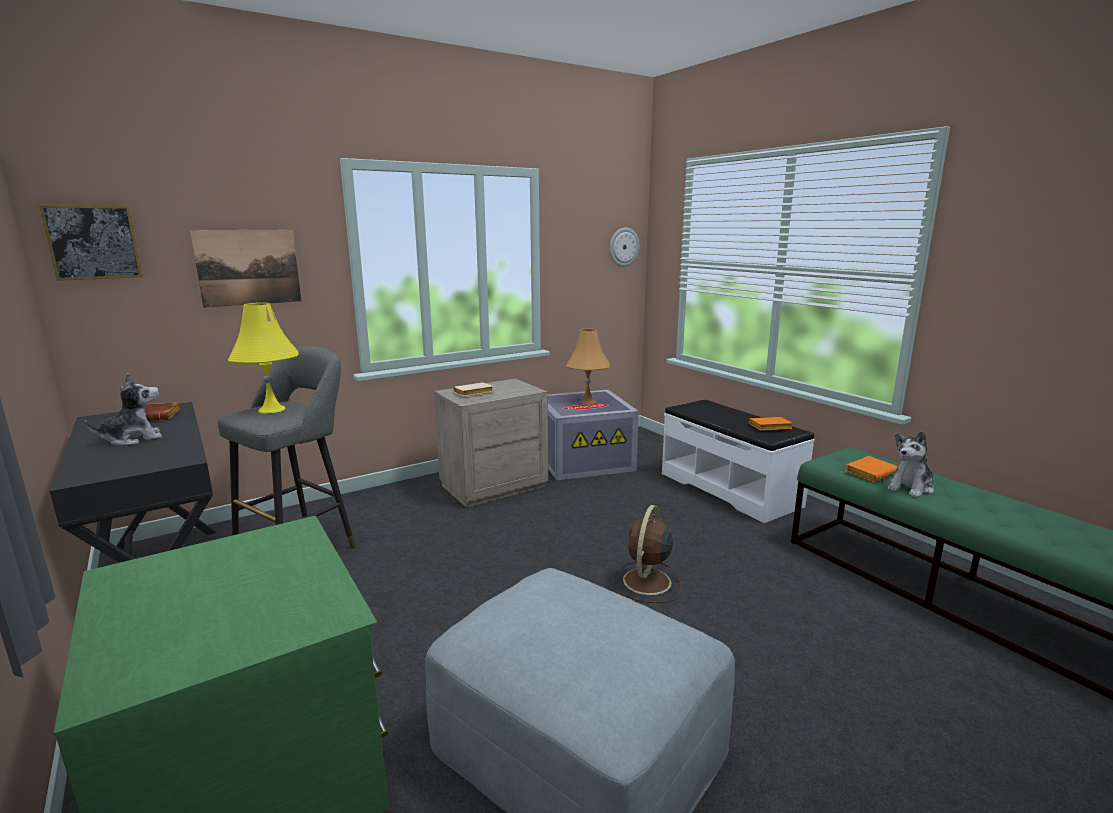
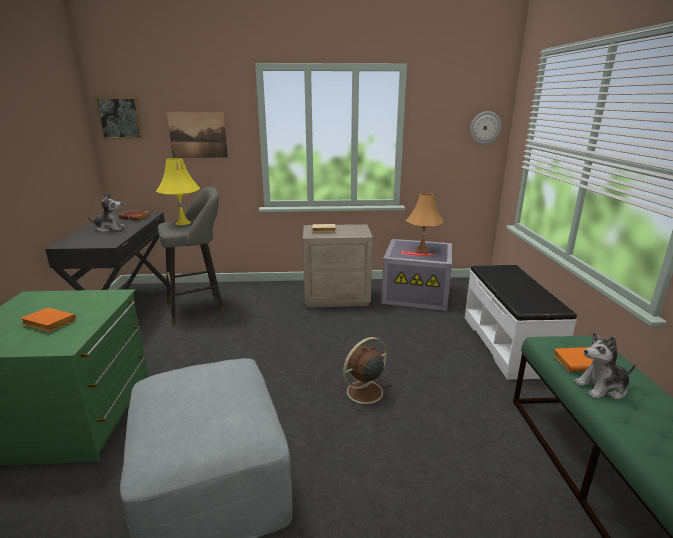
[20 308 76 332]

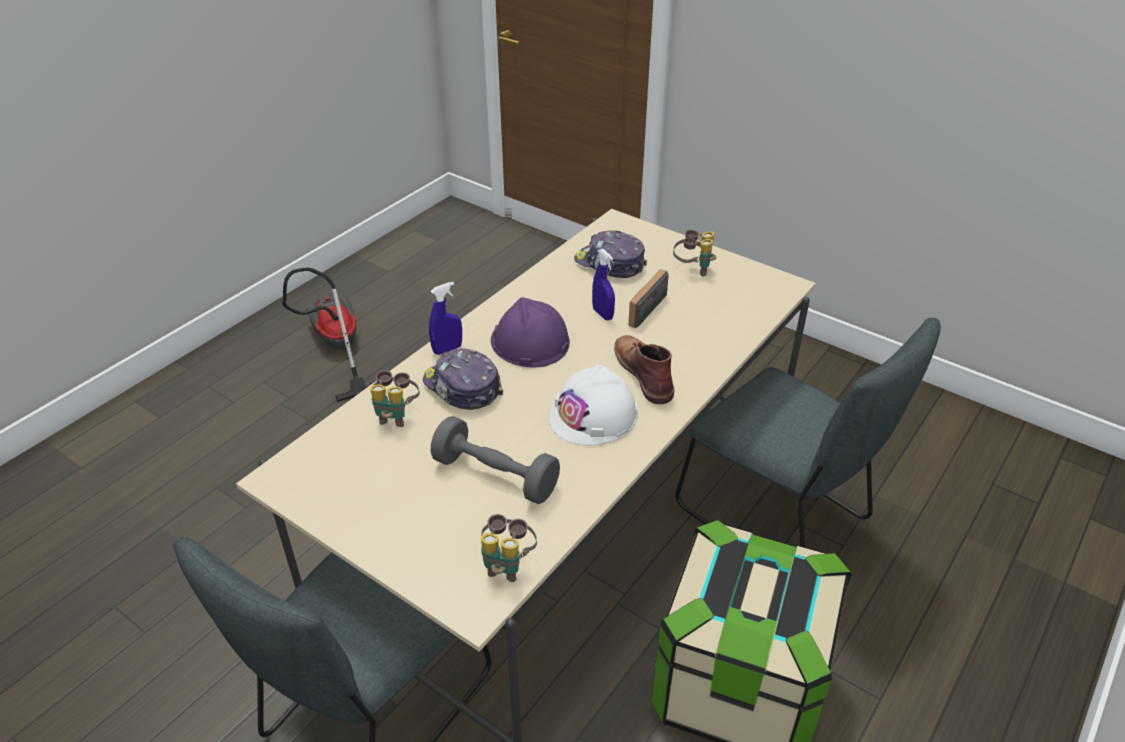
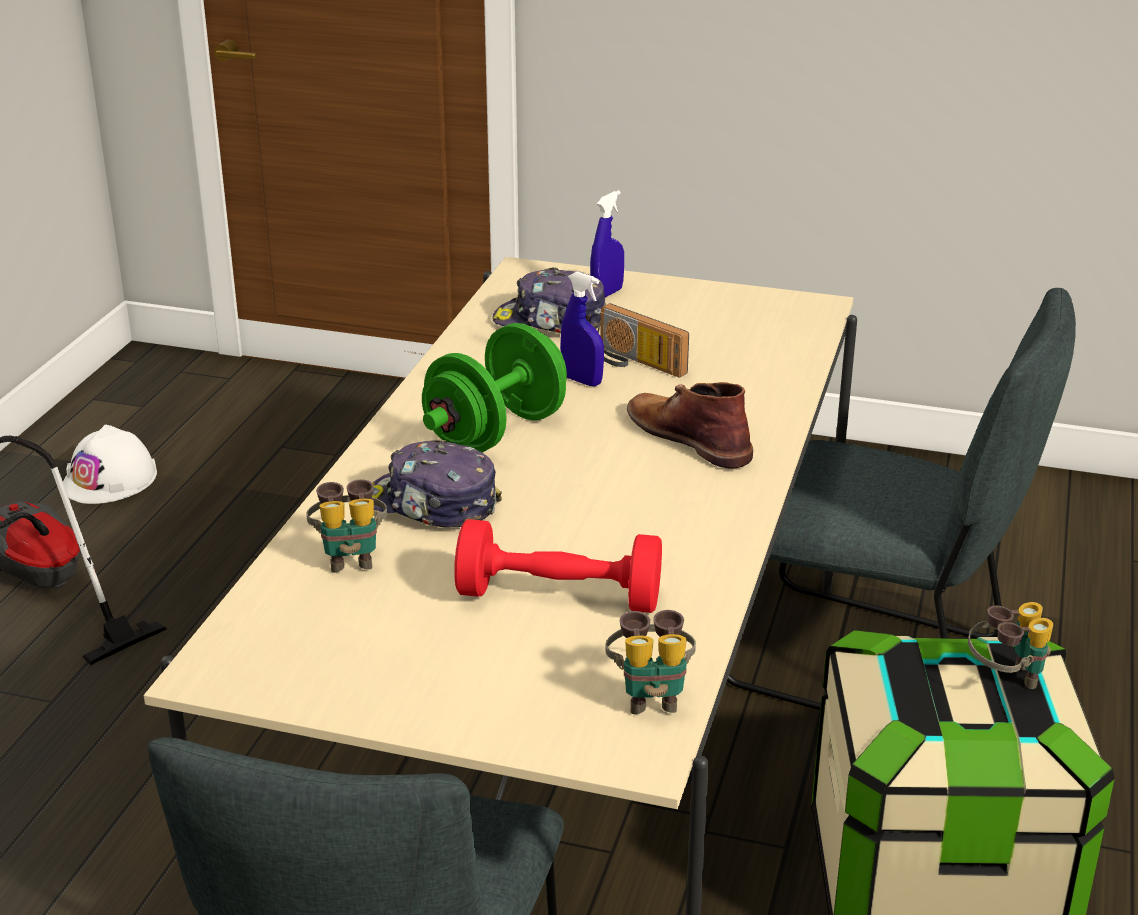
[63 425 157 504]
[422 323 567 452]
[454 519 662 613]
[590 190 624 297]
[593 303 689 378]
[968 602 1053 689]

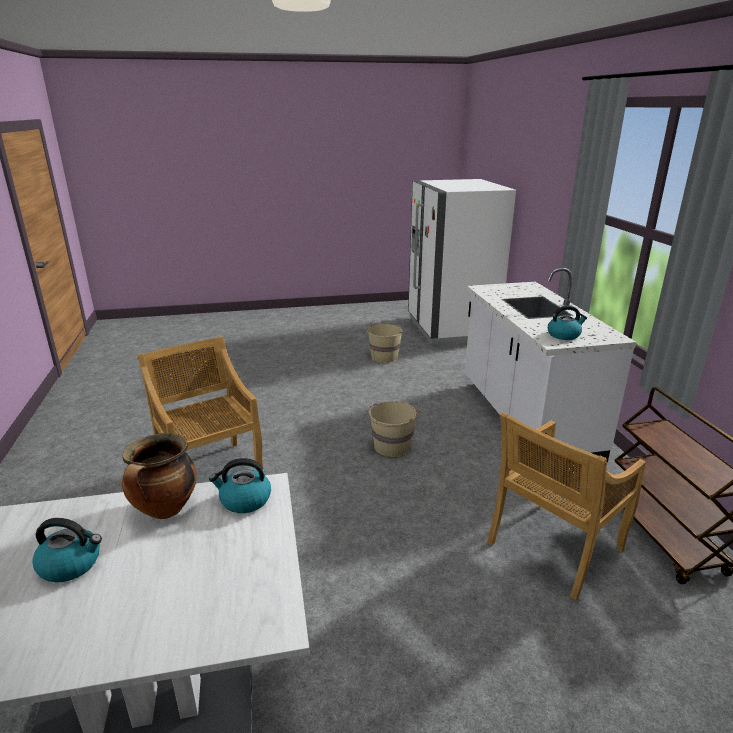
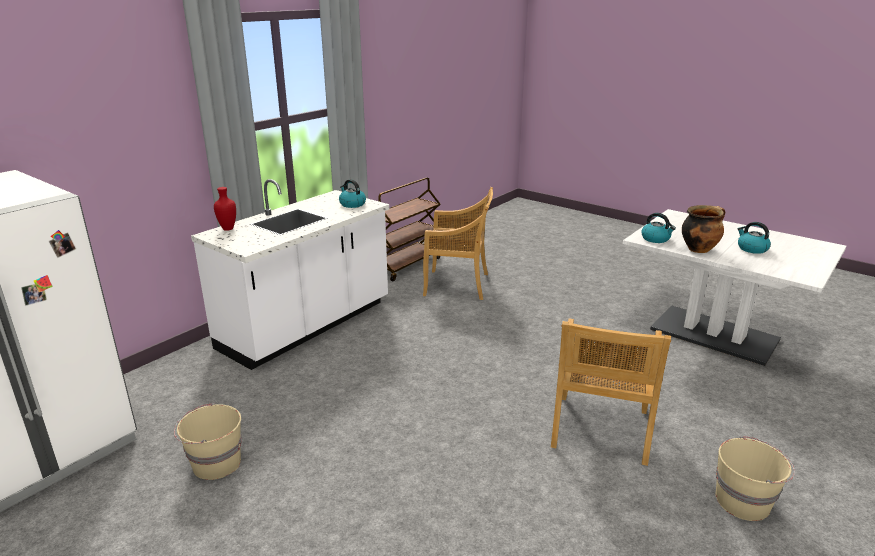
[214 187 236 231]
[715 436 795 521]

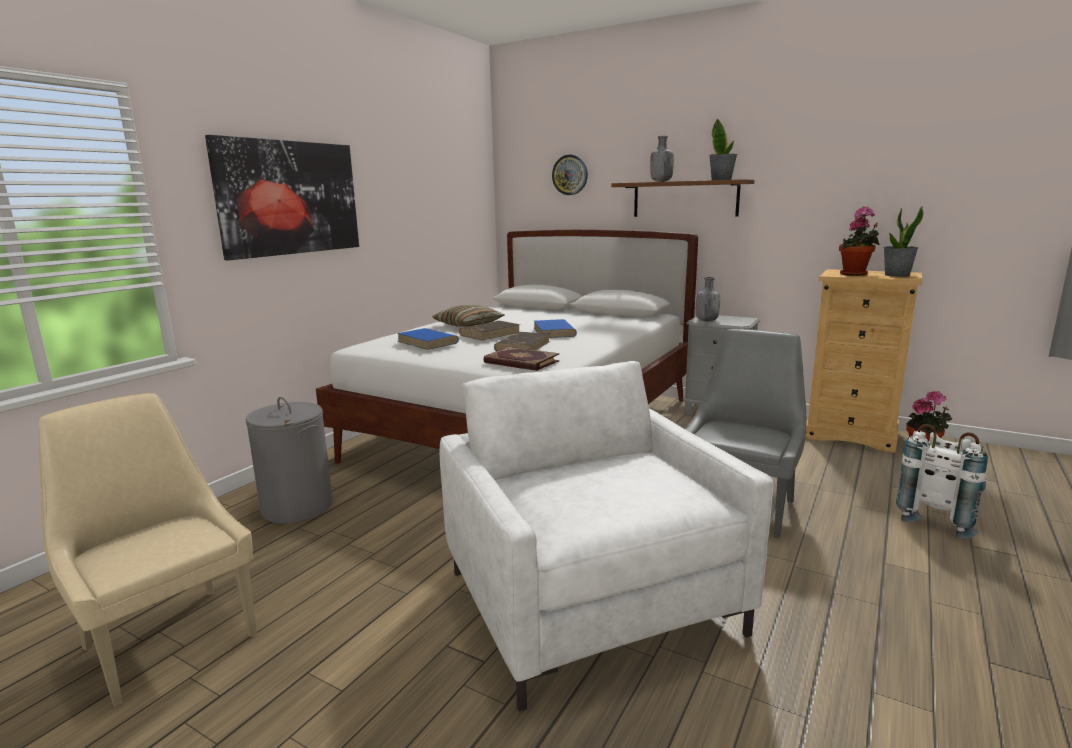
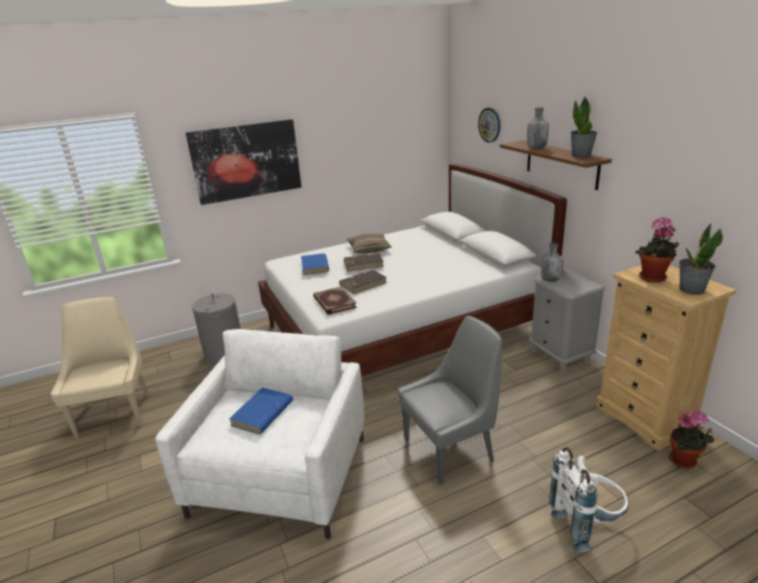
[229 388 293 435]

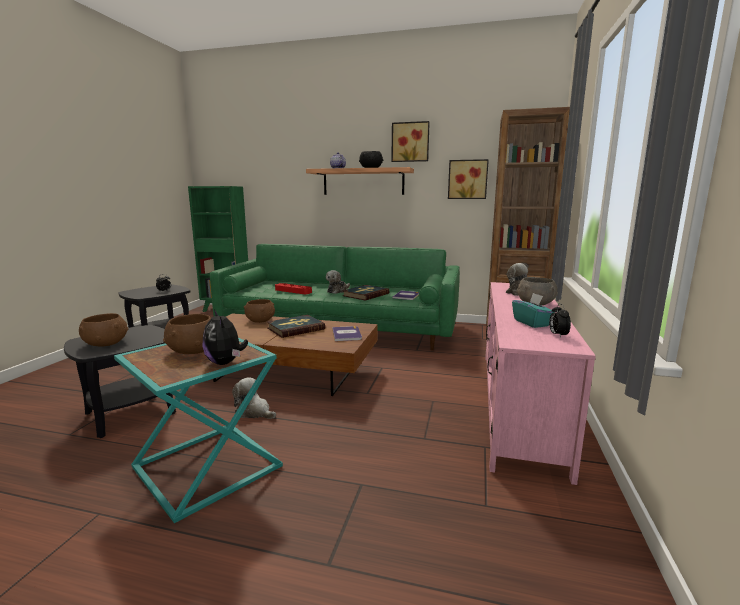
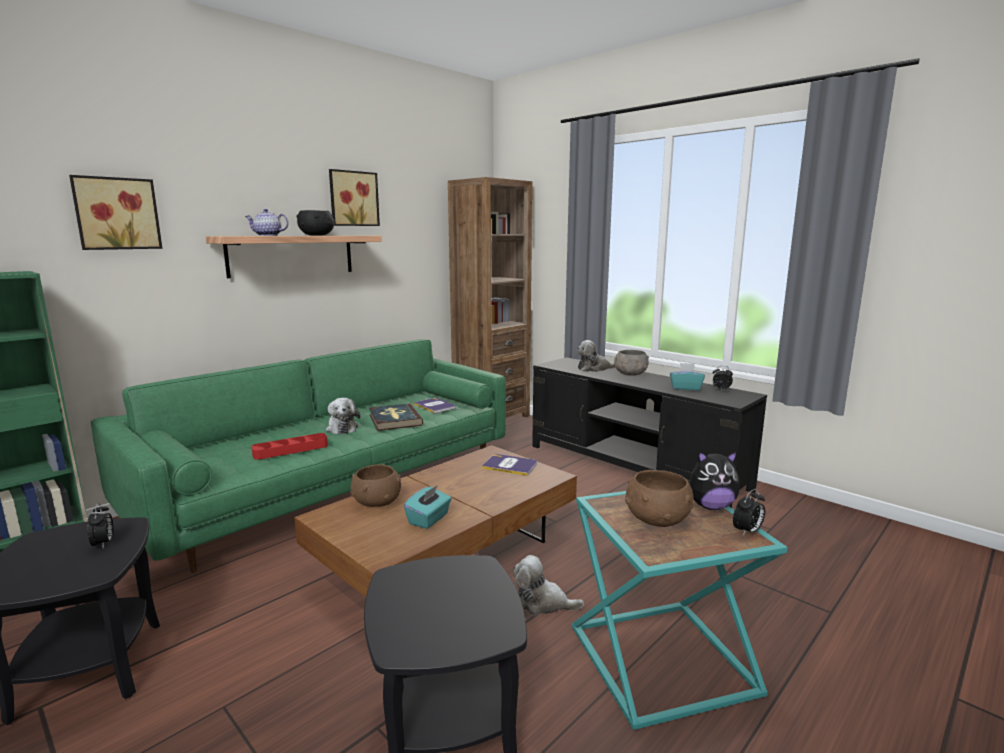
[69 175 162 250]
[404 485 452 529]
[513 555 584 615]
[532 357 767 508]
[733 489 765 536]
[79 313 128 347] (first image)
[267 315 325 338] (first image)

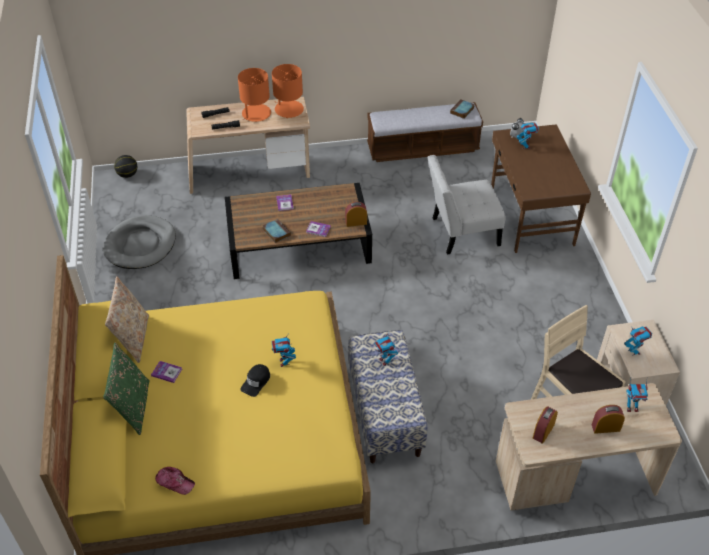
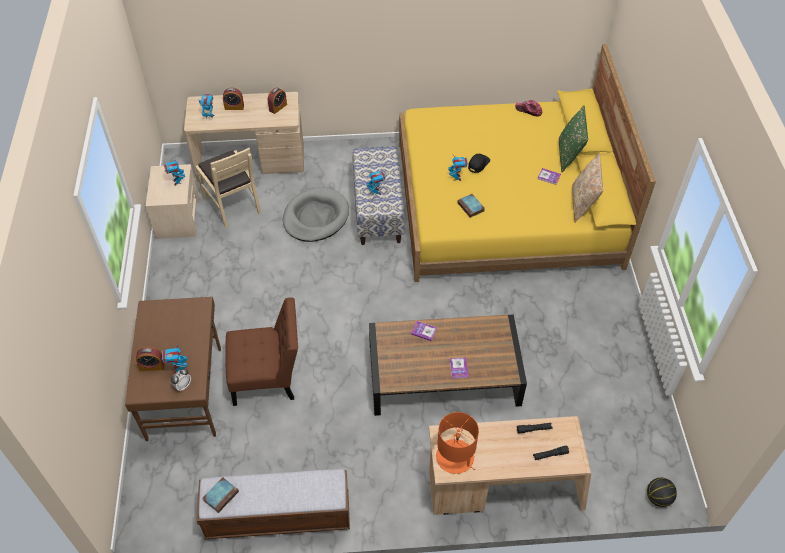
[136 347 165 371]
[225 297 298 406]
[283 187 349 242]
[457 194 485 218]
[238 68 271 122] (first image)

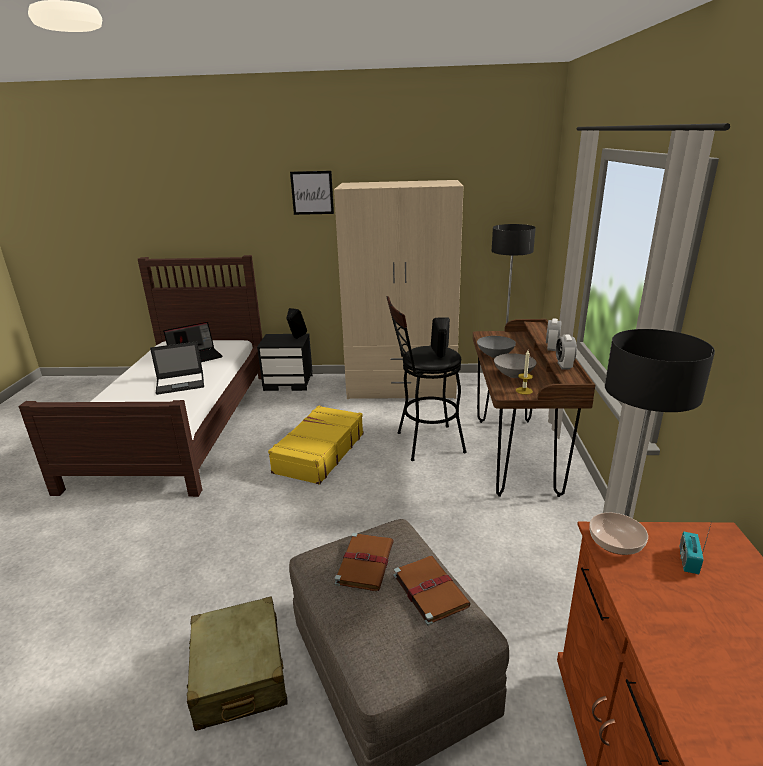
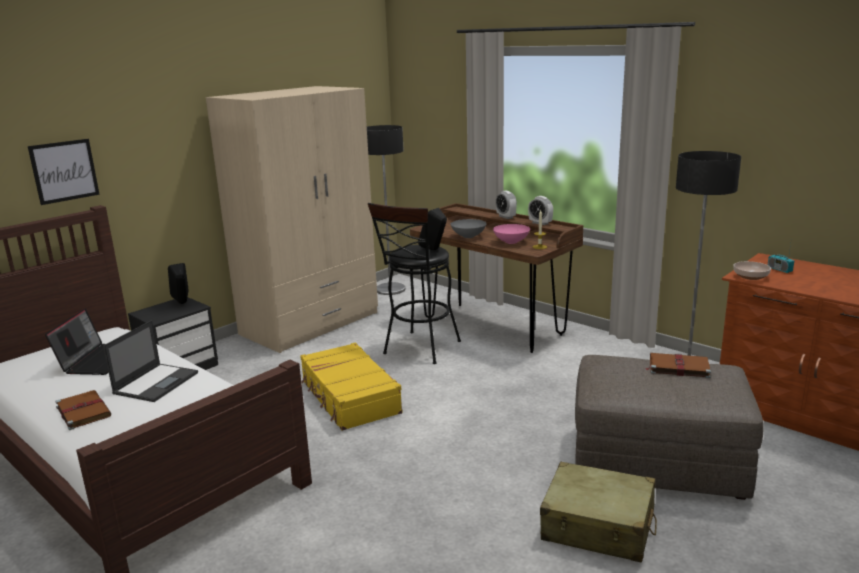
[28 139 100 205]
[55 390 111 430]
[493 224 530 244]

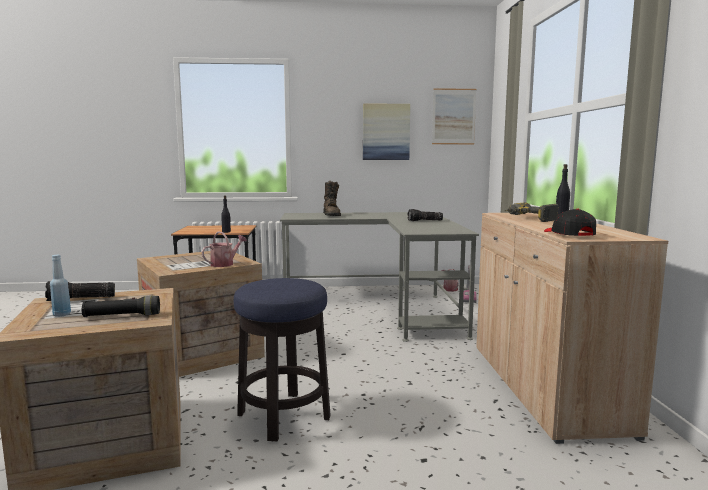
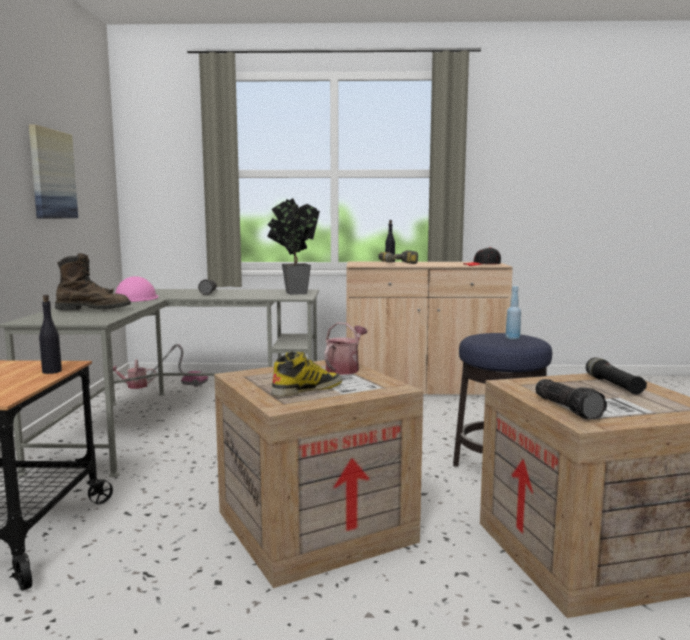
[115 276 158 302]
[267 198 320 295]
[271 351 342 396]
[324 322 367 375]
[506 286 521 340]
[432 88 476 144] (first image)

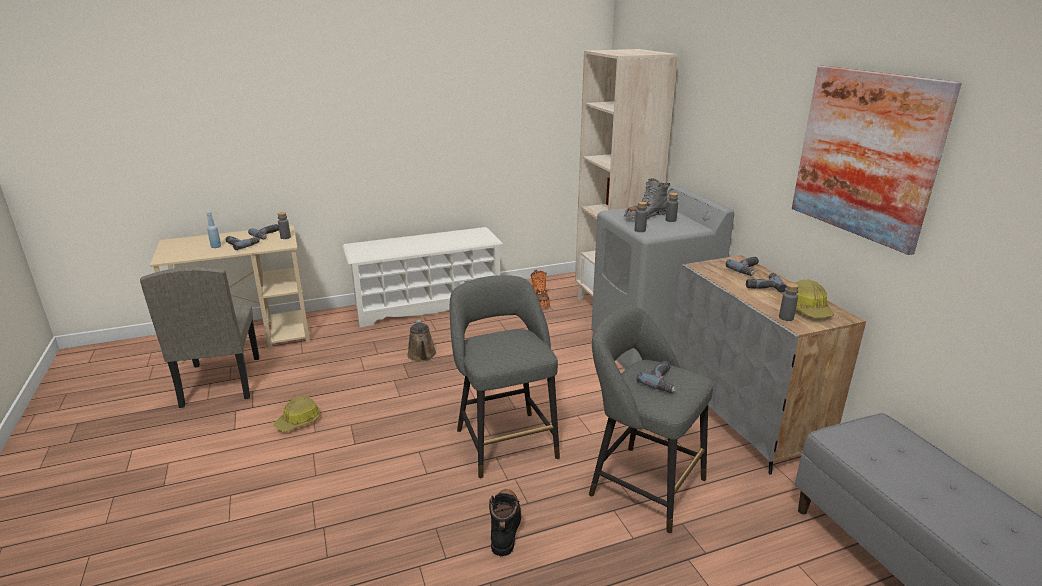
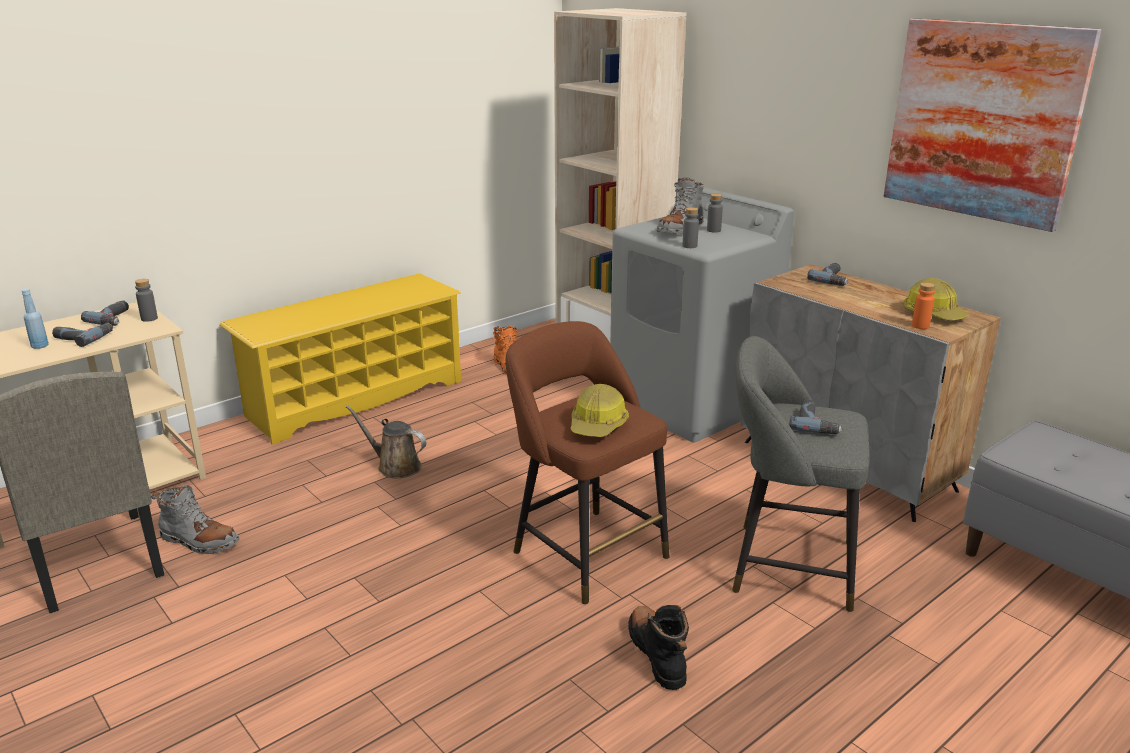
[151 485 239 554]
[219 273 461 445]
[346 405 426 478]
[506 321 669 605]
[571 384 629 437]
[912 282 935 329]
[746 273 786 292] (first image)

